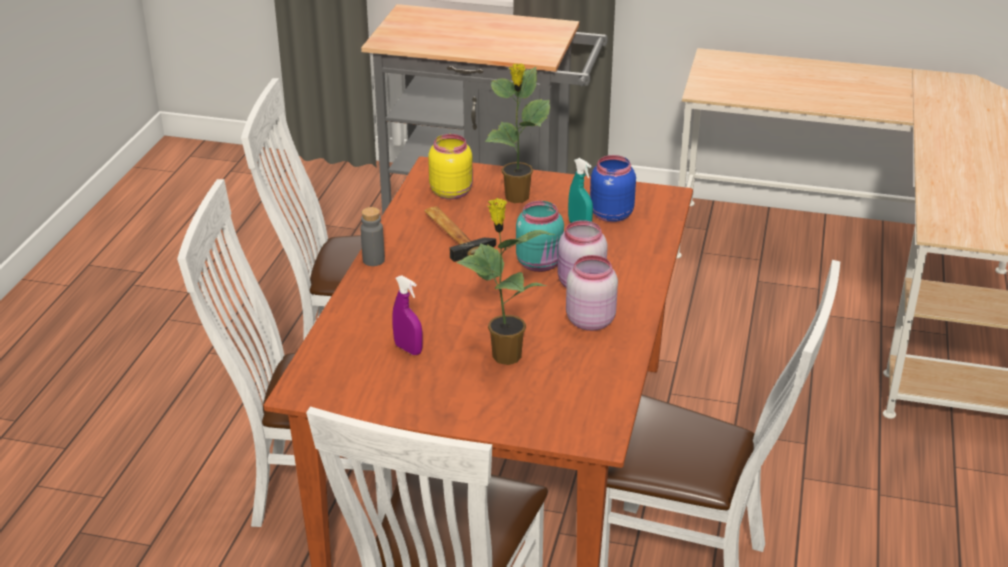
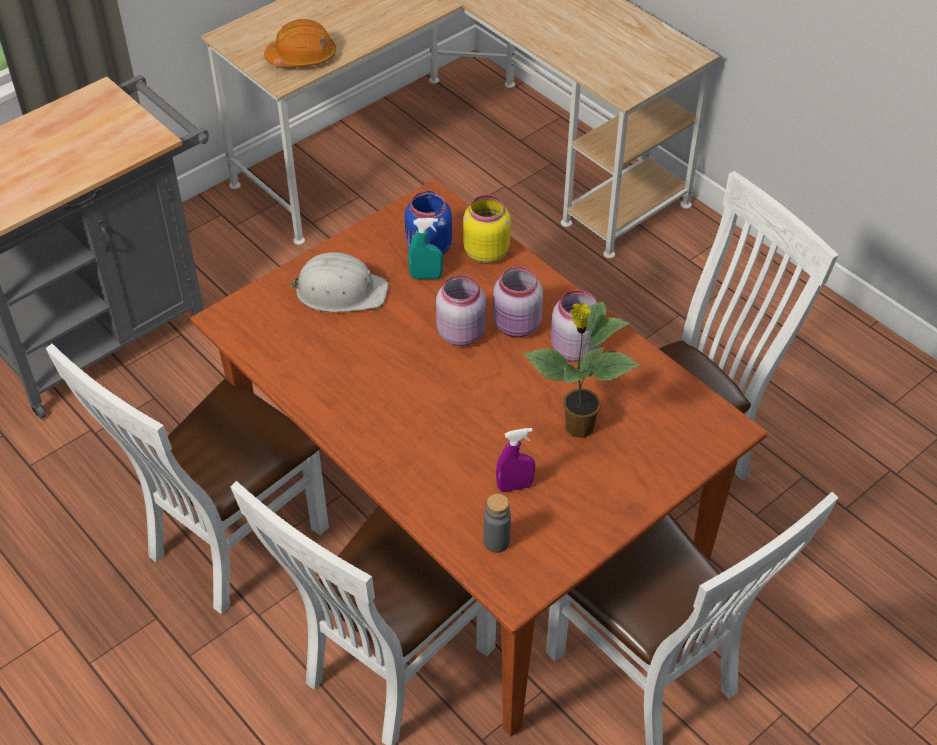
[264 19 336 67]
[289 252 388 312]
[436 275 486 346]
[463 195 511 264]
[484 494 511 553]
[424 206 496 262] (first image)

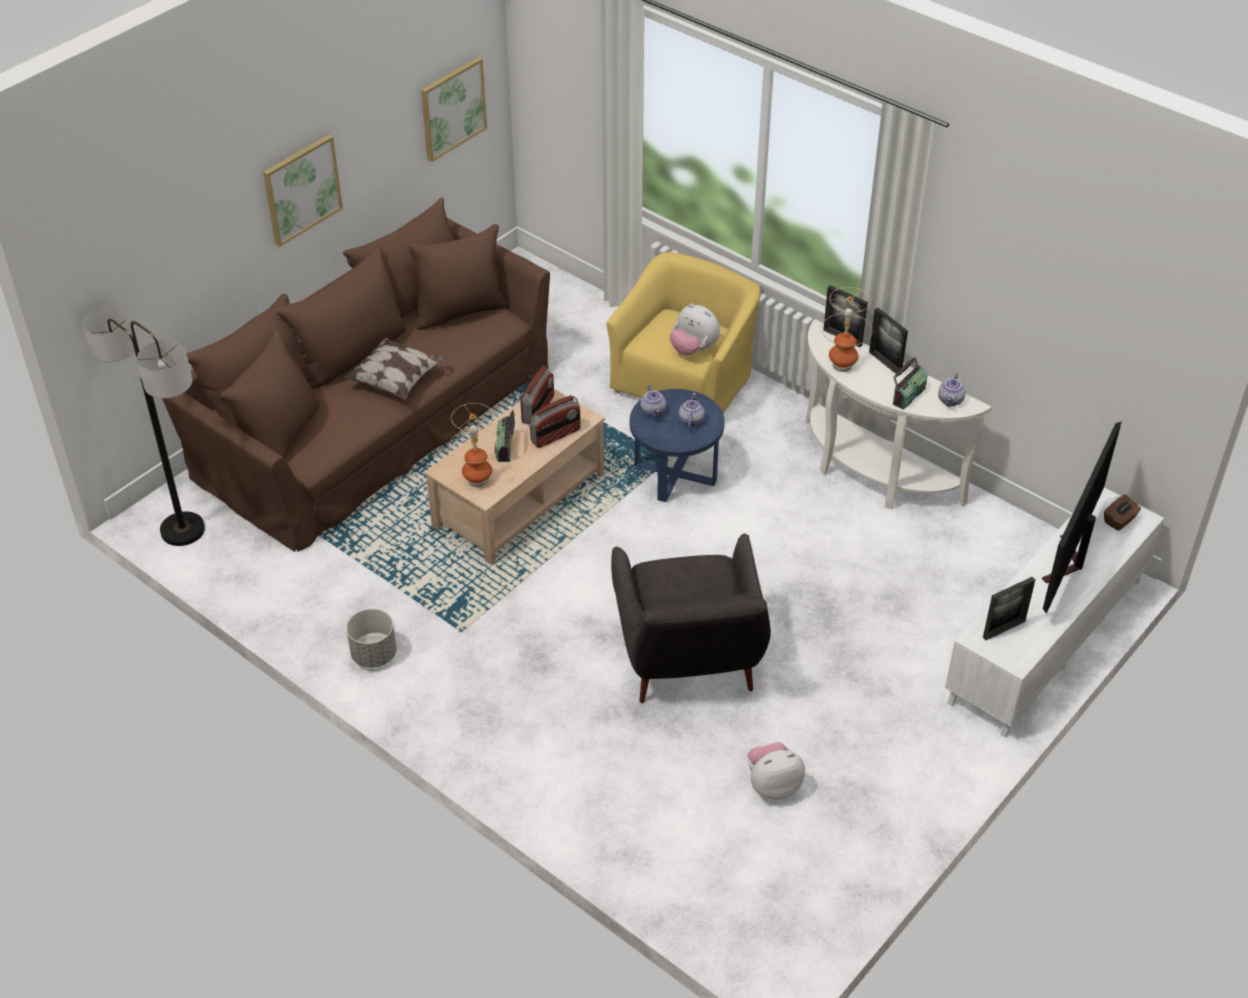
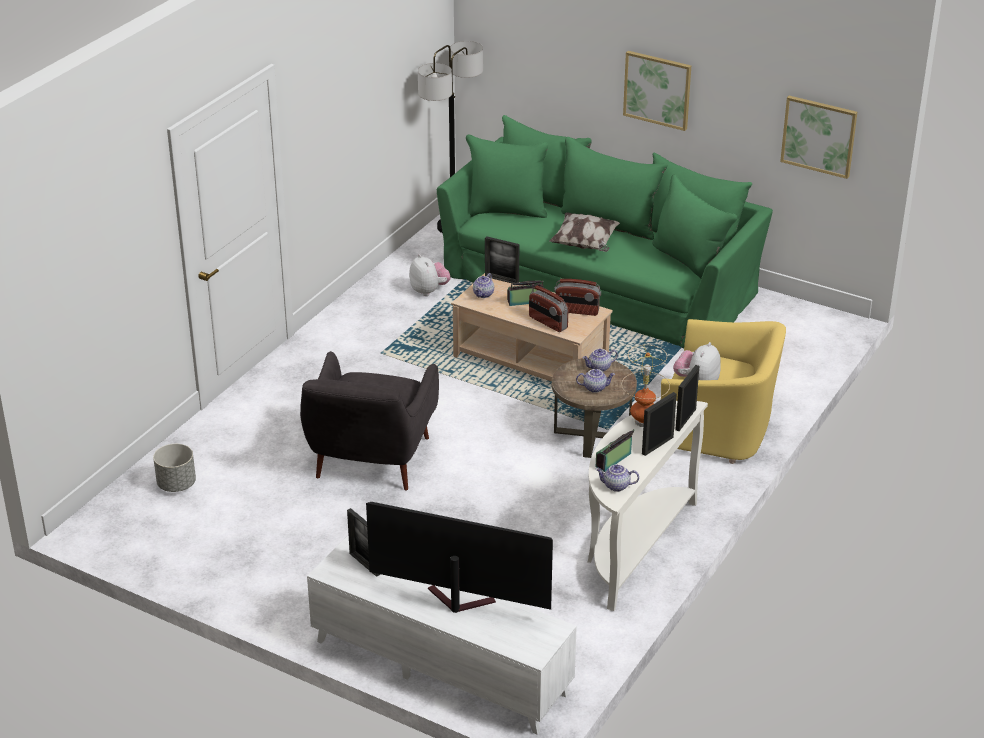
[153 444 196 492]
[300 351 439 490]
[409 254 450 296]
[437 115 773 348]
[473 273 494 298]
[485 236 519 284]
[552 358 637 458]
[596 429 635 472]
[1104 495 1141 531] (first image)

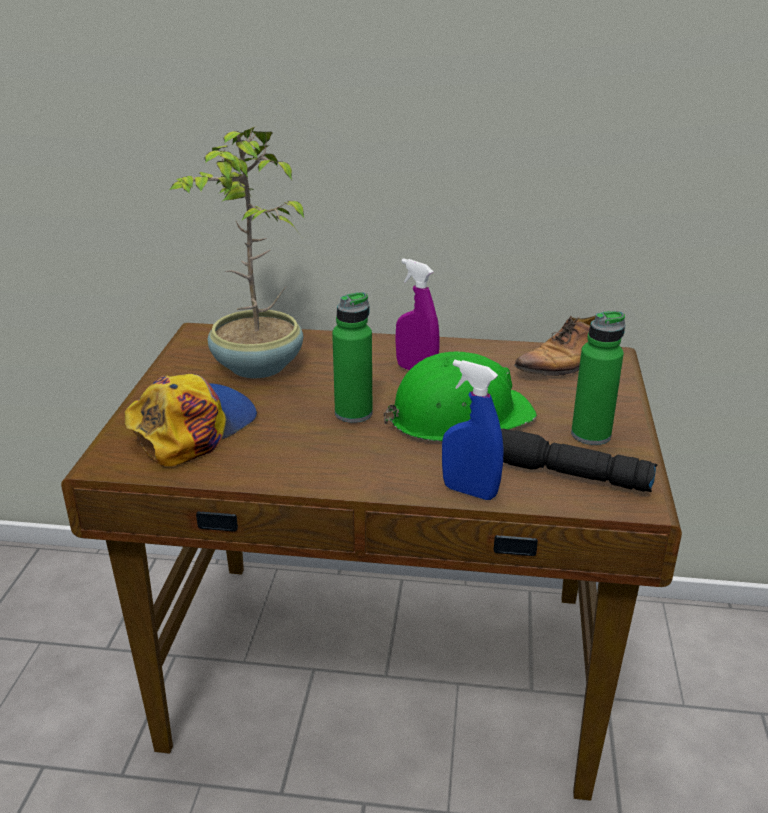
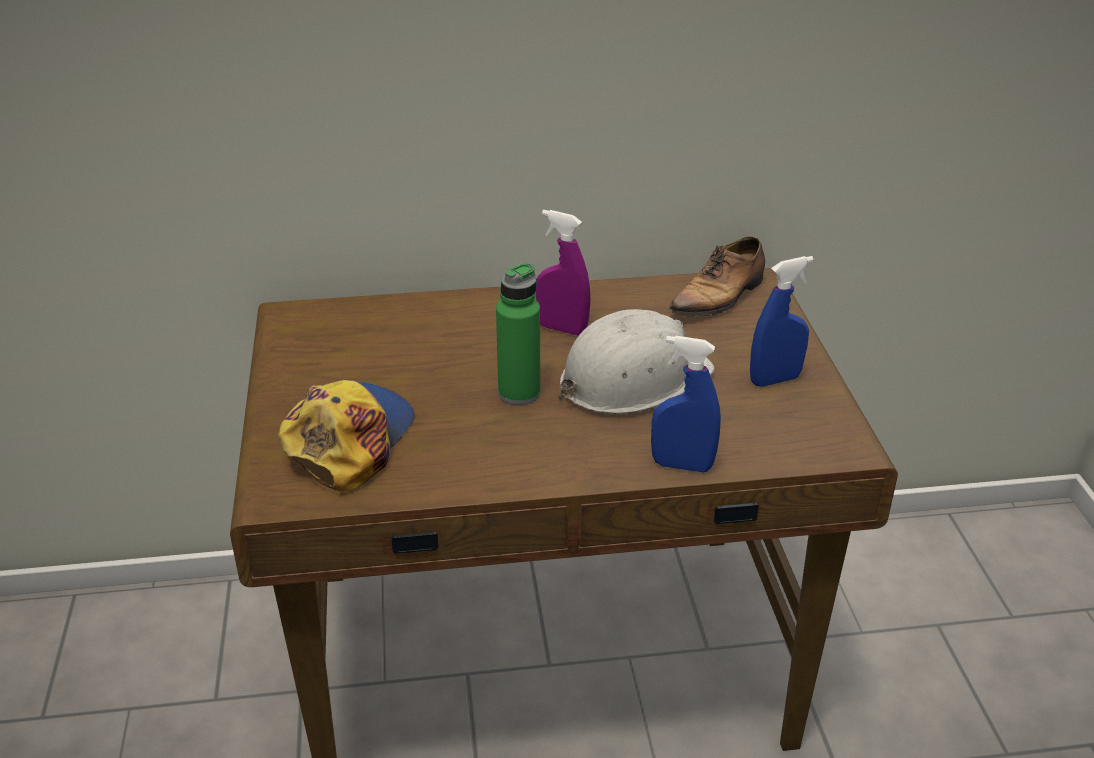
[559 309 715 414]
[750 256 814 387]
[169 126 305 378] (first image)
[501 428 658 492] (first image)

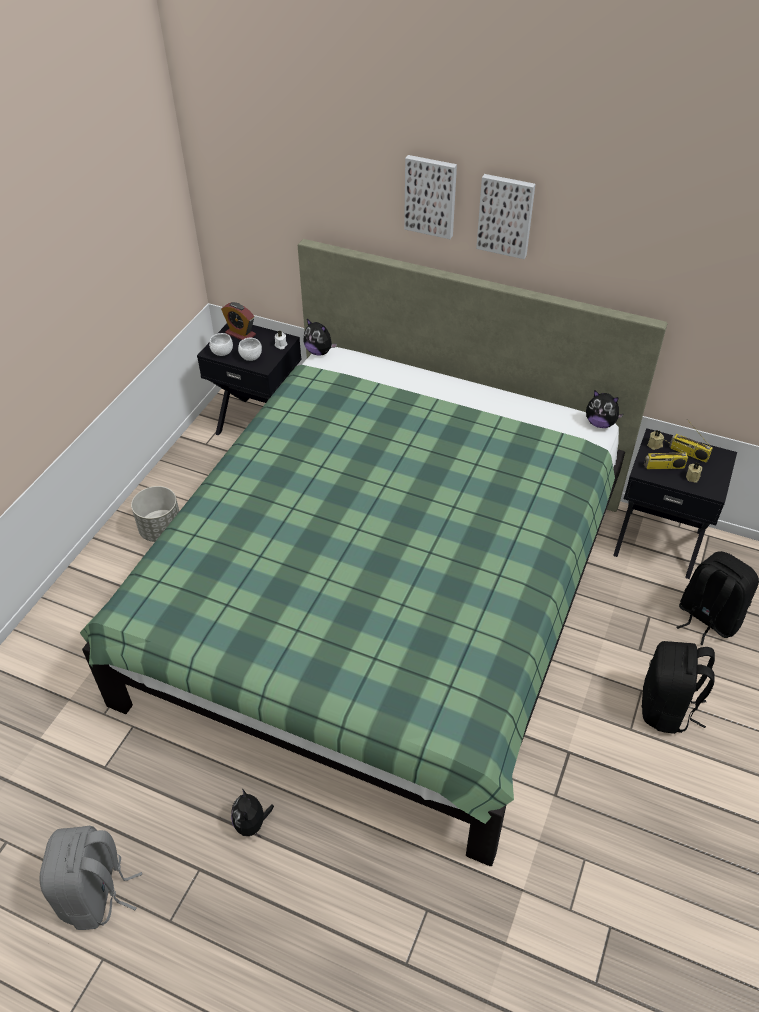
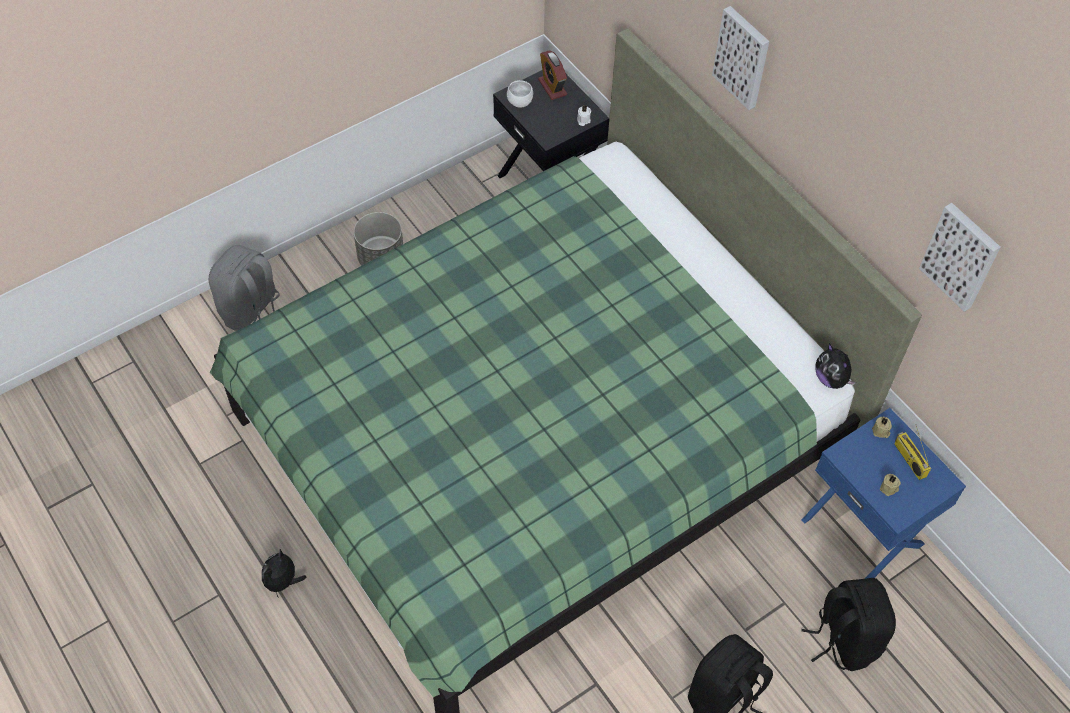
[209 245 280 331]
[802 408 966 579]
[919 203 1000 312]
[238 338 262 361] (first image)
[304 319 337 356] (first image)
[644 438 688 469] (first image)

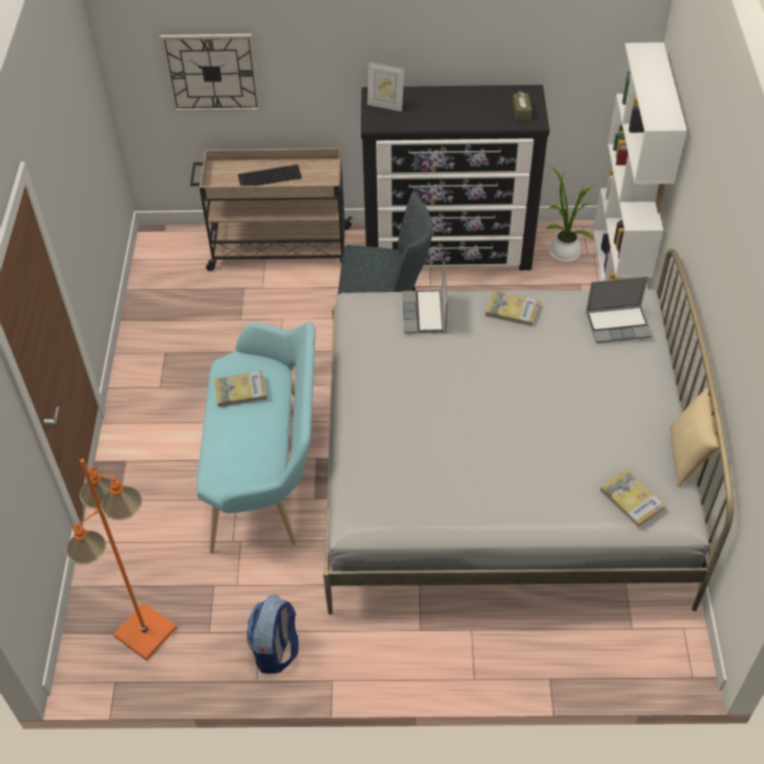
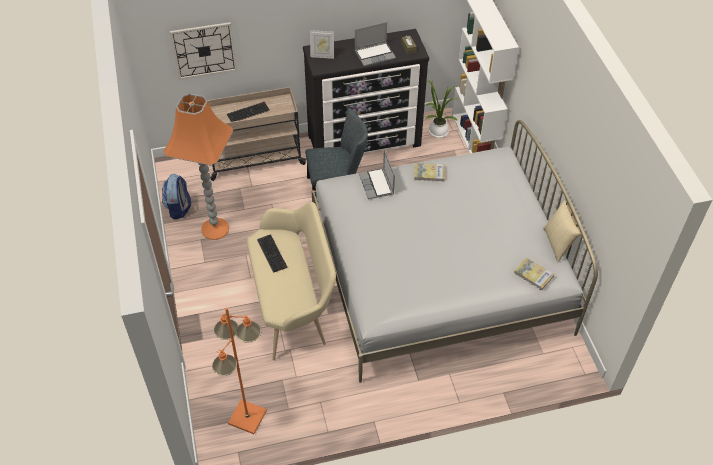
[162 174 191 219]
[163 93 233 240]
[247 202 336 361]
[257 234 287 273]
[355 22 396 67]

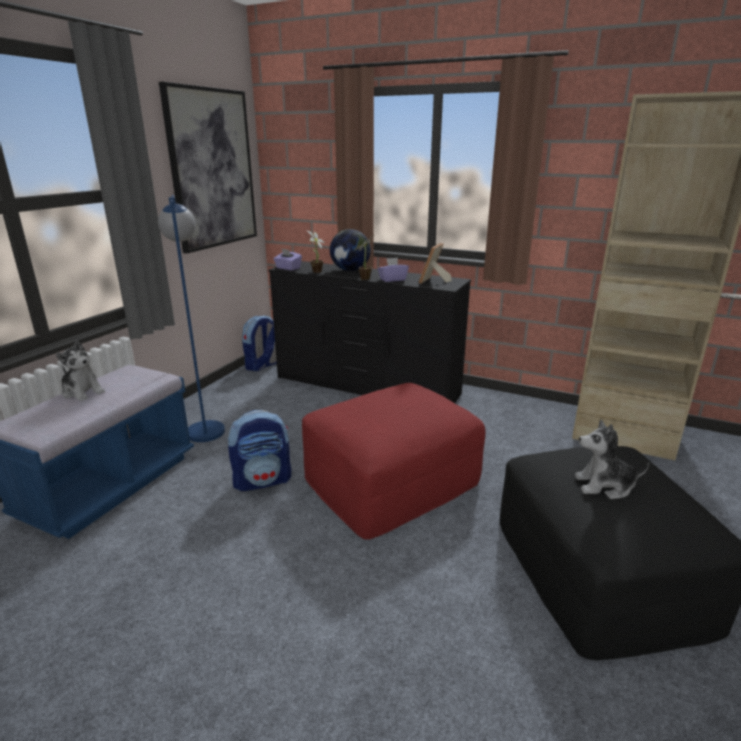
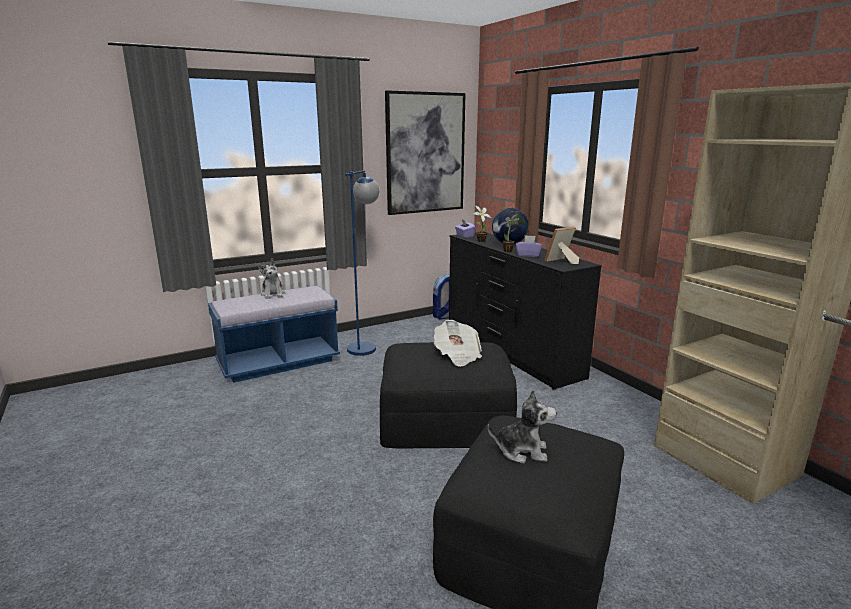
[380 342 517 449]
[434 320 482 367]
[488 389 557 464]
[228 410 291 491] (first image)

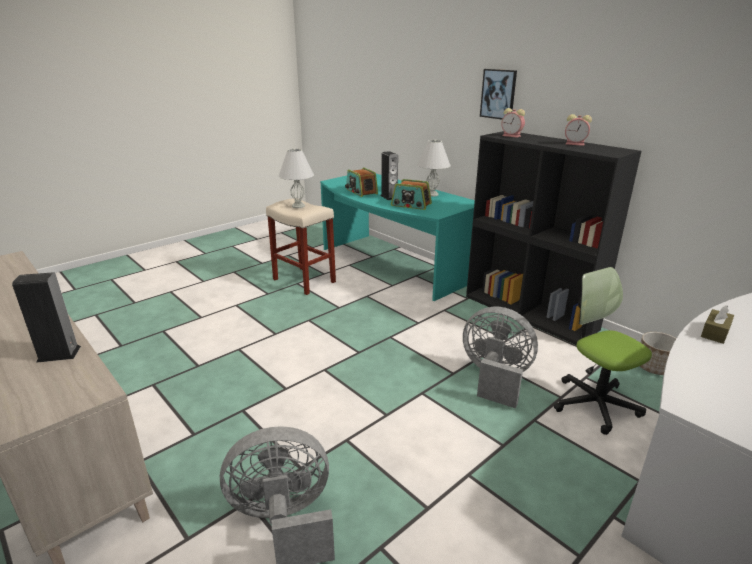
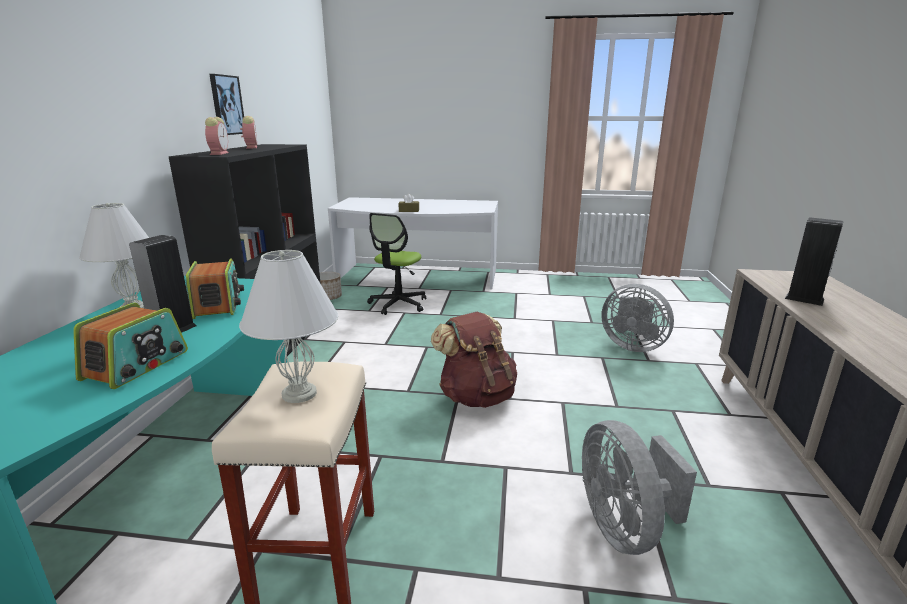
[209 74 244 135]
[431 311 517 408]
[582 420 697 555]

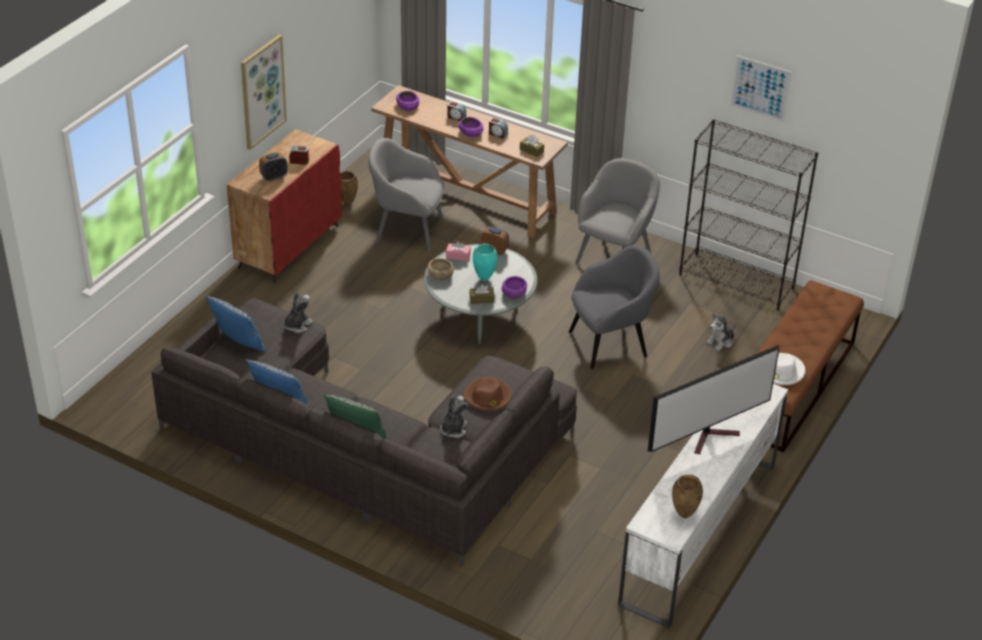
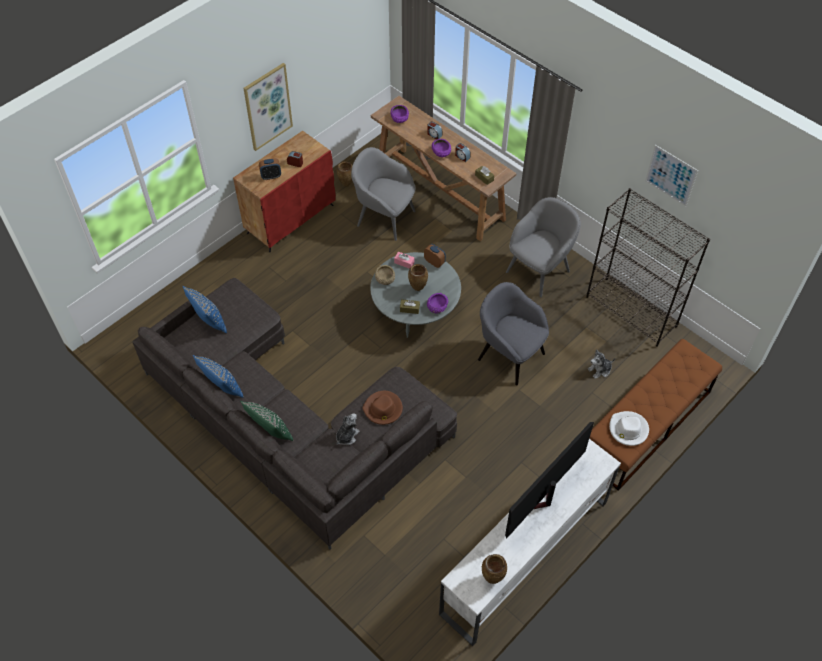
[408 264 428 291]
[478 282 549 386]
[505 422 594 539]
[283 292 313 333] (first image)

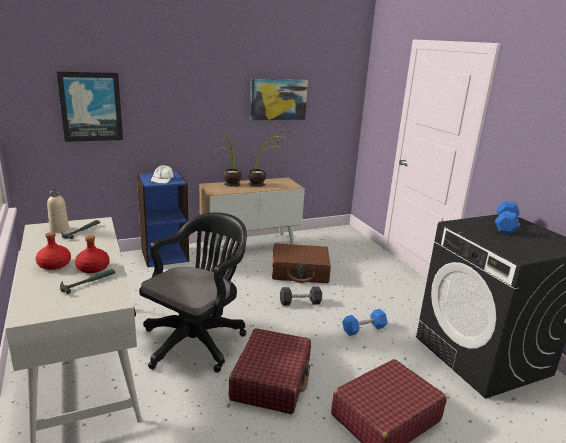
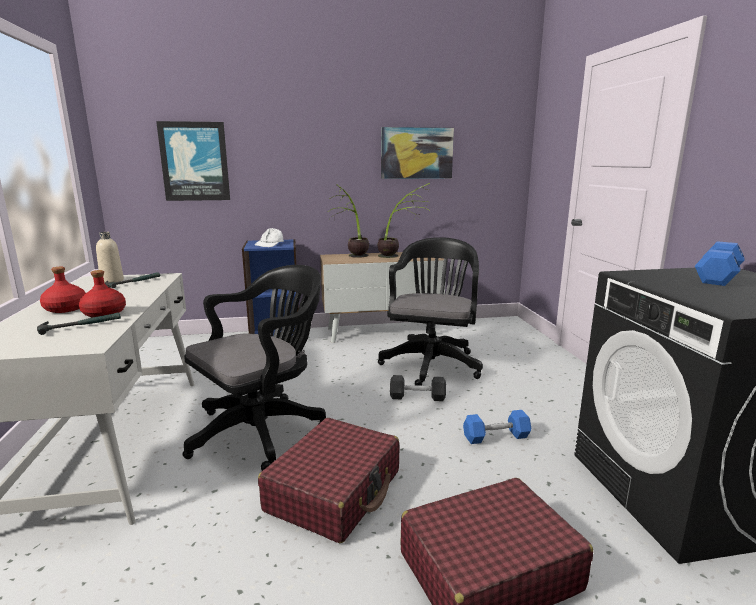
[378 237 483 386]

